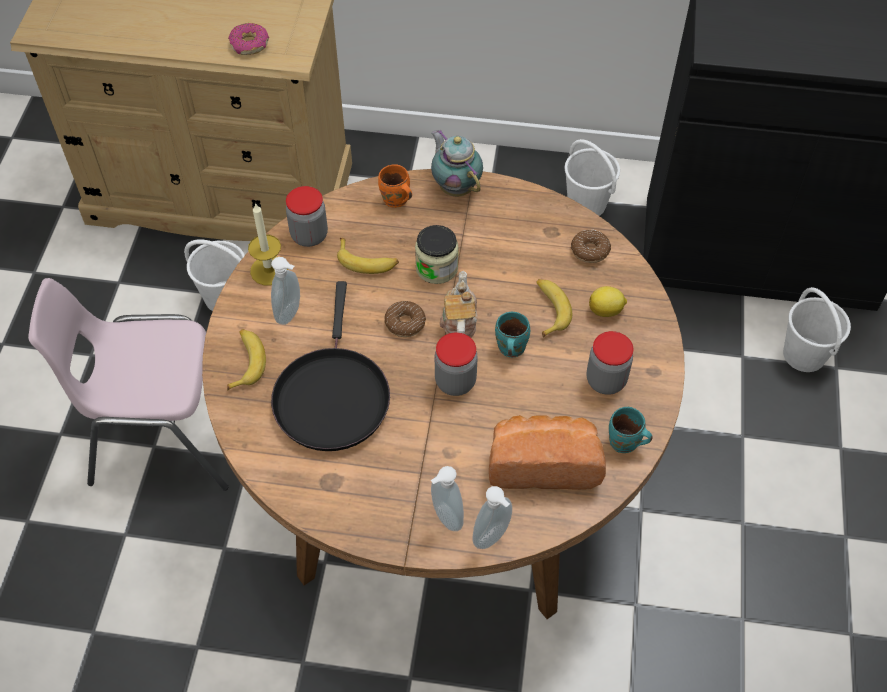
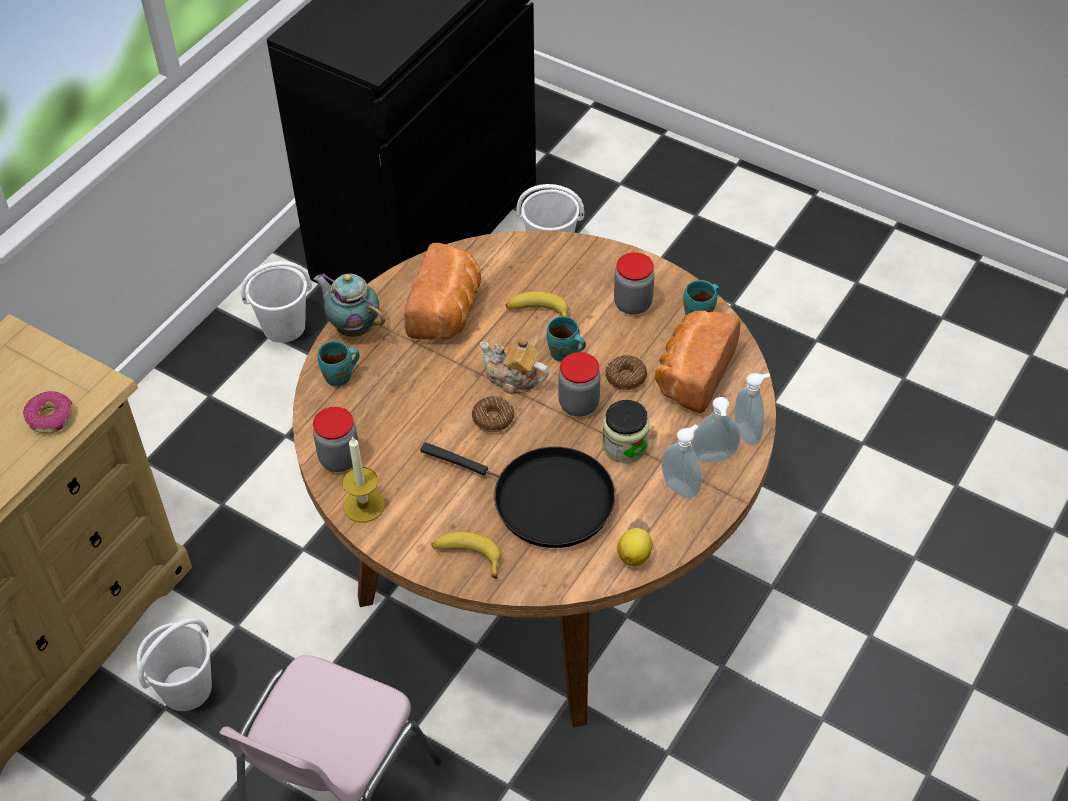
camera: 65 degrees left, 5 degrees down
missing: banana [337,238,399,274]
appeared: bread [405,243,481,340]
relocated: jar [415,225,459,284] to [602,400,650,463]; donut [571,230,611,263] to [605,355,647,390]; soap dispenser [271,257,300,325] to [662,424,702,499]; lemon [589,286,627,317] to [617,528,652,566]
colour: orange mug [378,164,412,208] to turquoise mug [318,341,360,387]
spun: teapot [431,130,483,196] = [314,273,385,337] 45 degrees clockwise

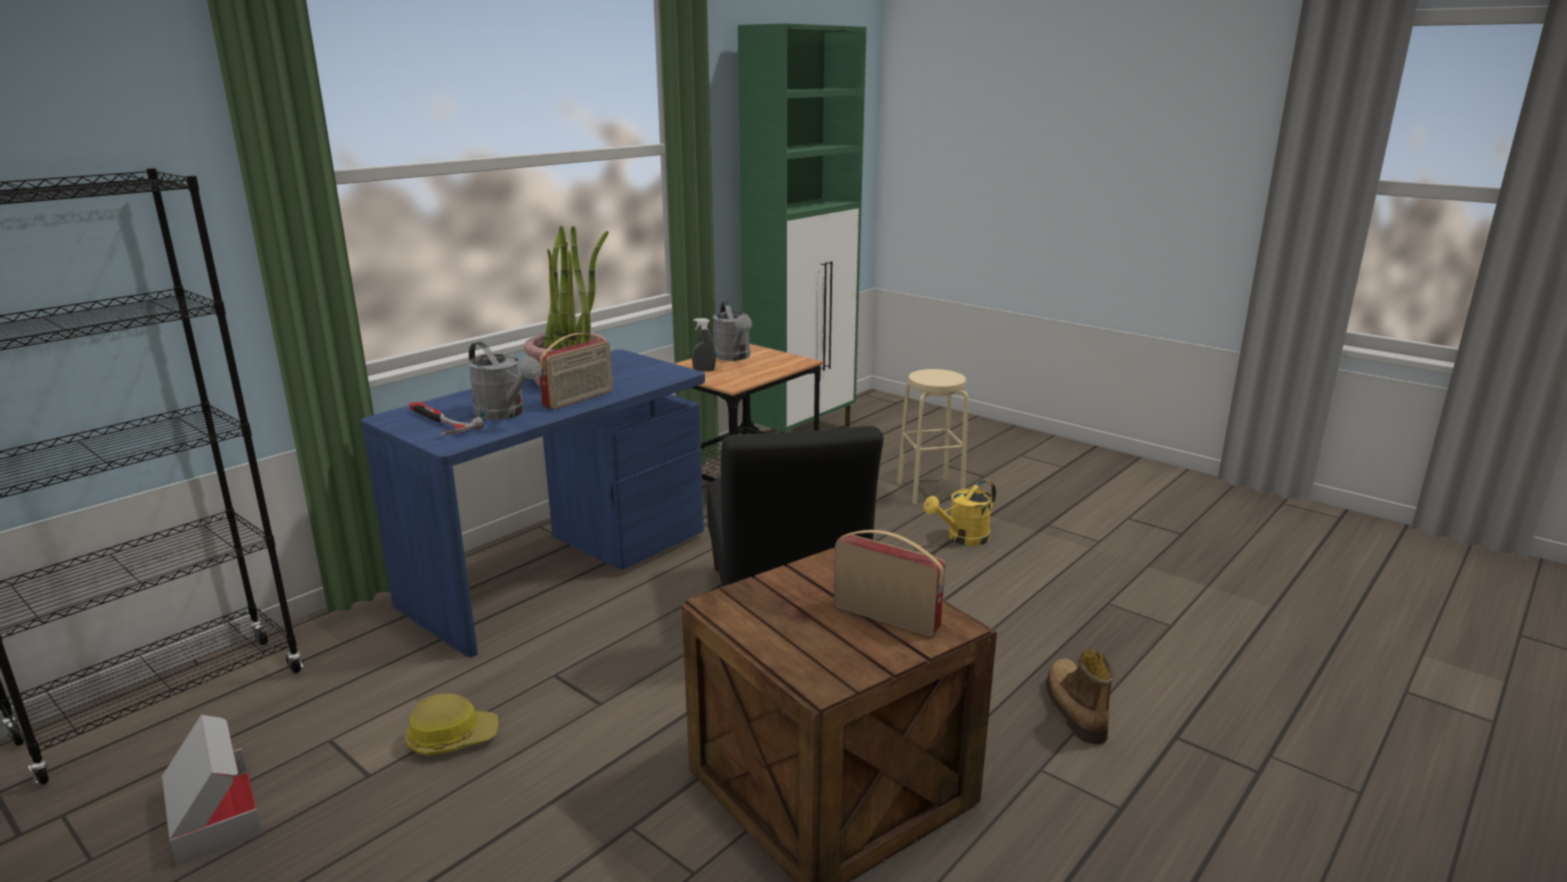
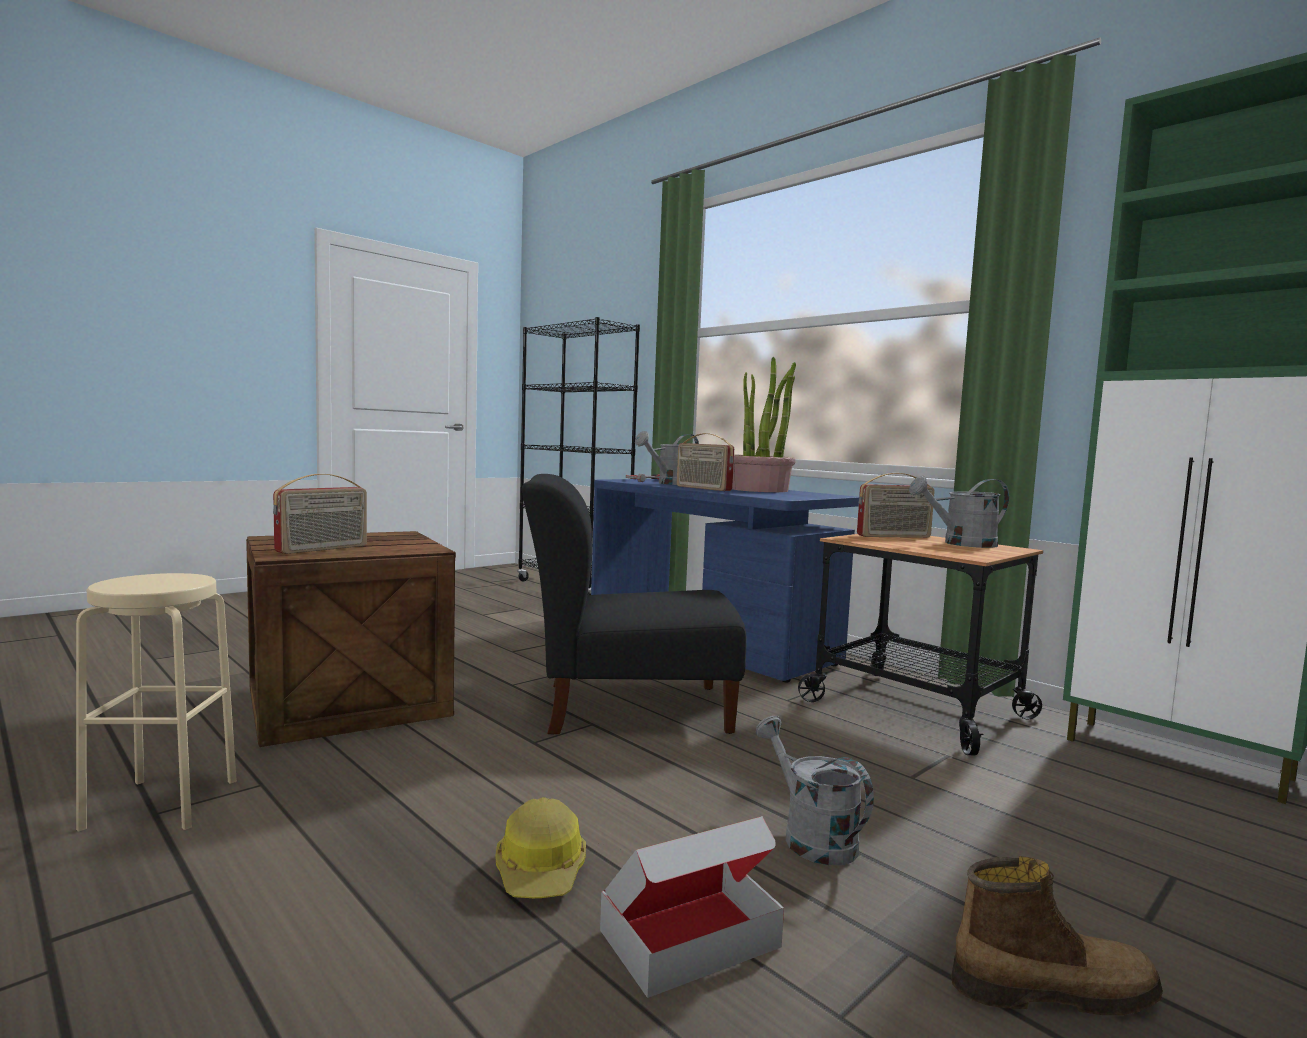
camera: 95 degrees right, 15 degrees down
relocated: beige stool [897,369,968,504] to [76,573,237,831]; boot [1046,649,1114,745] to [951,856,1163,1015]; hard hat [405,693,499,755] to [495,797,586,898]; cardboard box [162,715,262,866] to [600,816,784,998]
exchanged: grey spray bottle [692,318,716,372] to radio [857,473,935,538]
colour: yellow watering can [923,480,996,546] to grey watering can [756,716,874,865]

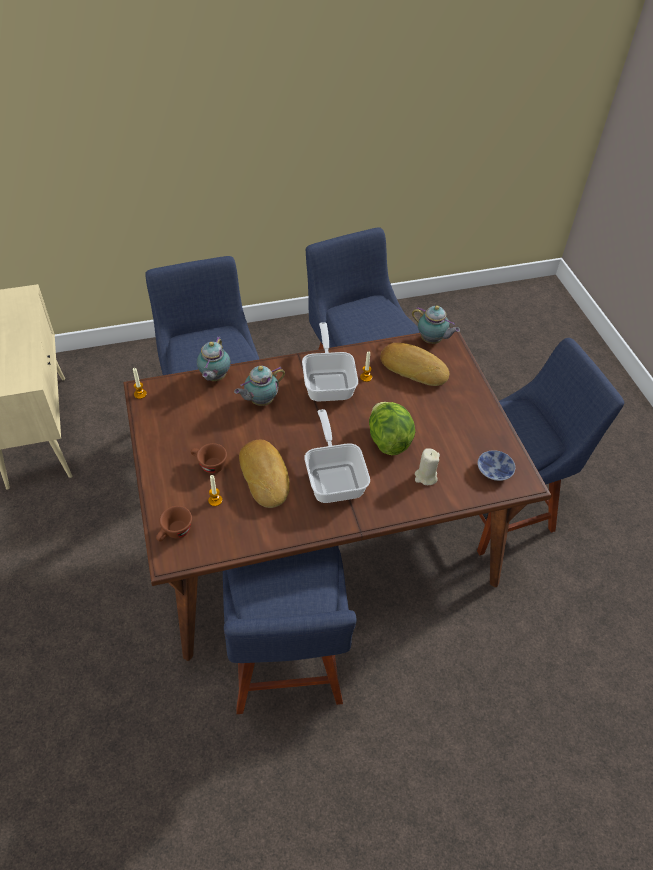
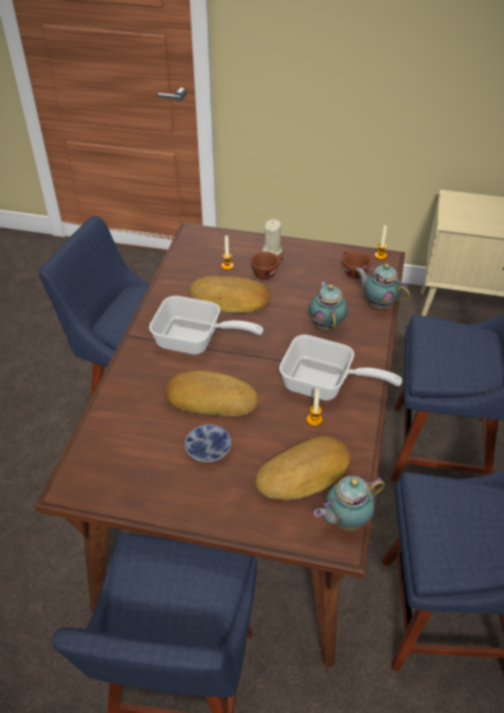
camera: 120 degrees right, 5 degrees down
relocated: beige candle [415,448,440,485] to [261,219,282,256]; bowl [477,450,515,481] to [185,424,231,462]; brown cup [156,506,192,541] to [343,251,372,279]
exchanged: lettuce [369,402,415,455] to bread [165,371,258,417]

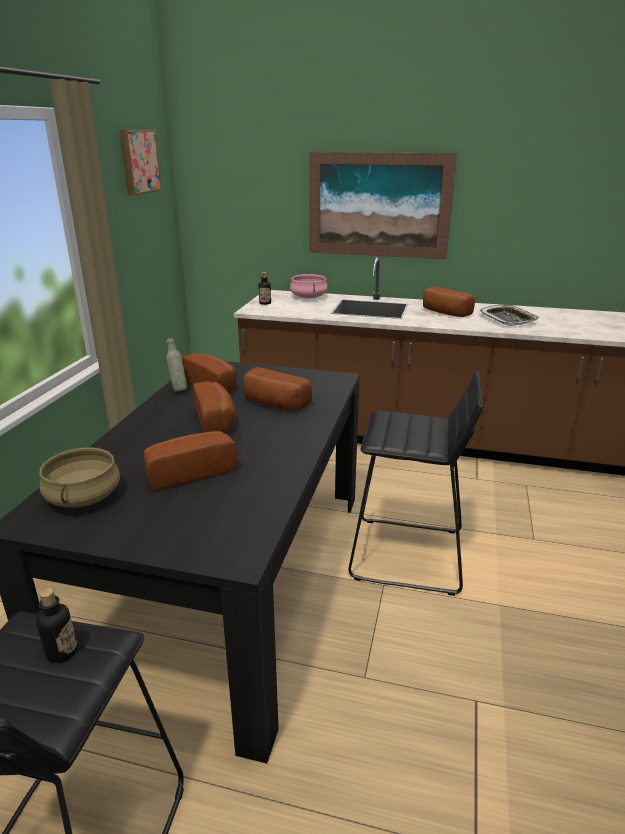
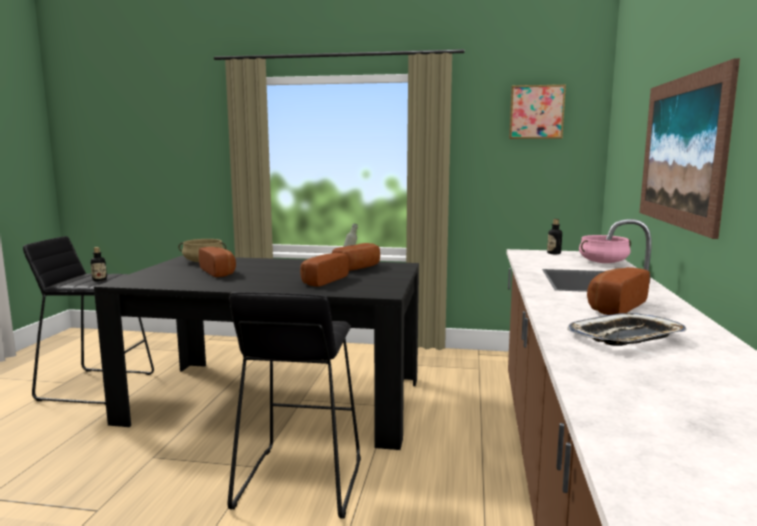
camera: 85 degrees right, 15 degrees down
missing: bread [193,381,235,433]

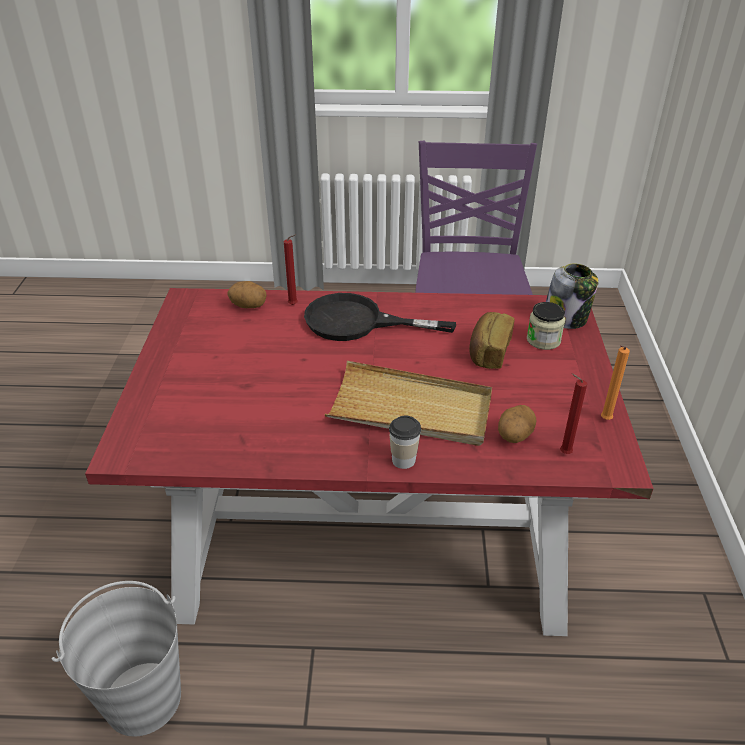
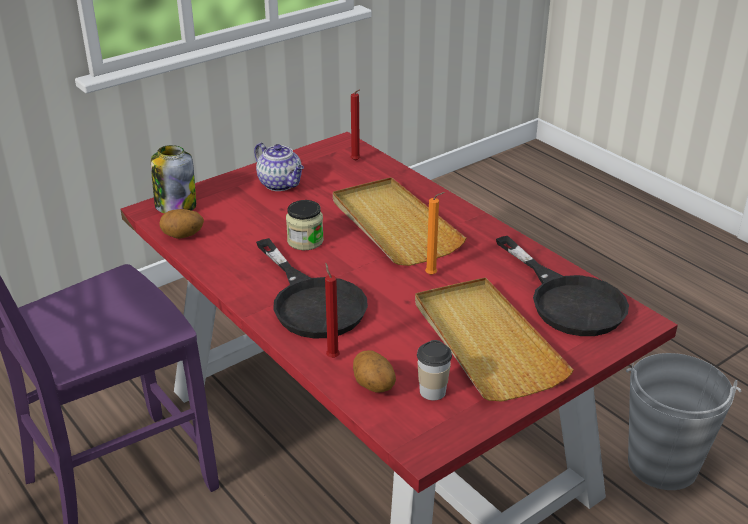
camera: 130 degrees left, 5 degrees down
missing: bread [469,312,515,369]
appeared: teapot [254,143,304,191]; black frying pan [496,236,629,336]; beige tray [415,277,574,402]
relocated: jar [527,302,565,350] to [286,200,324,250]; orange candle [601,345,630,420] to [425,192,445,275]; potato [498,405,537,443] to [159,209,204,239]; cup [389,416,421,469] to [417,340,452,400]

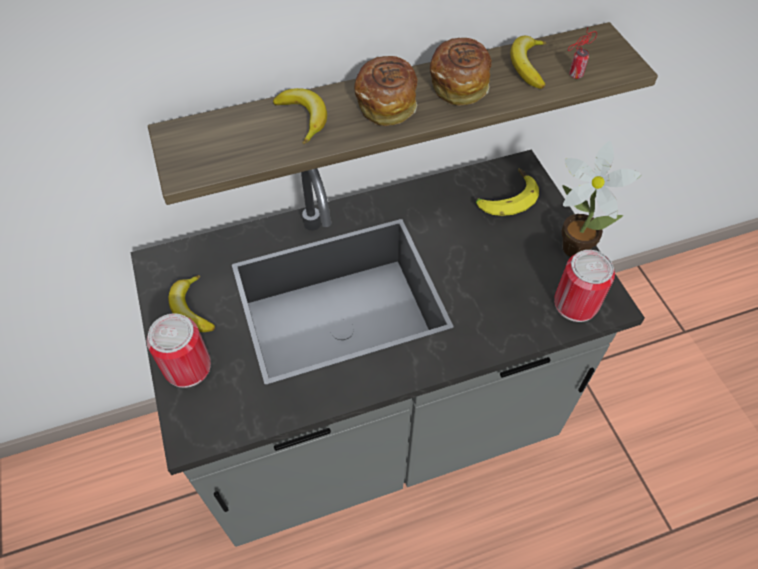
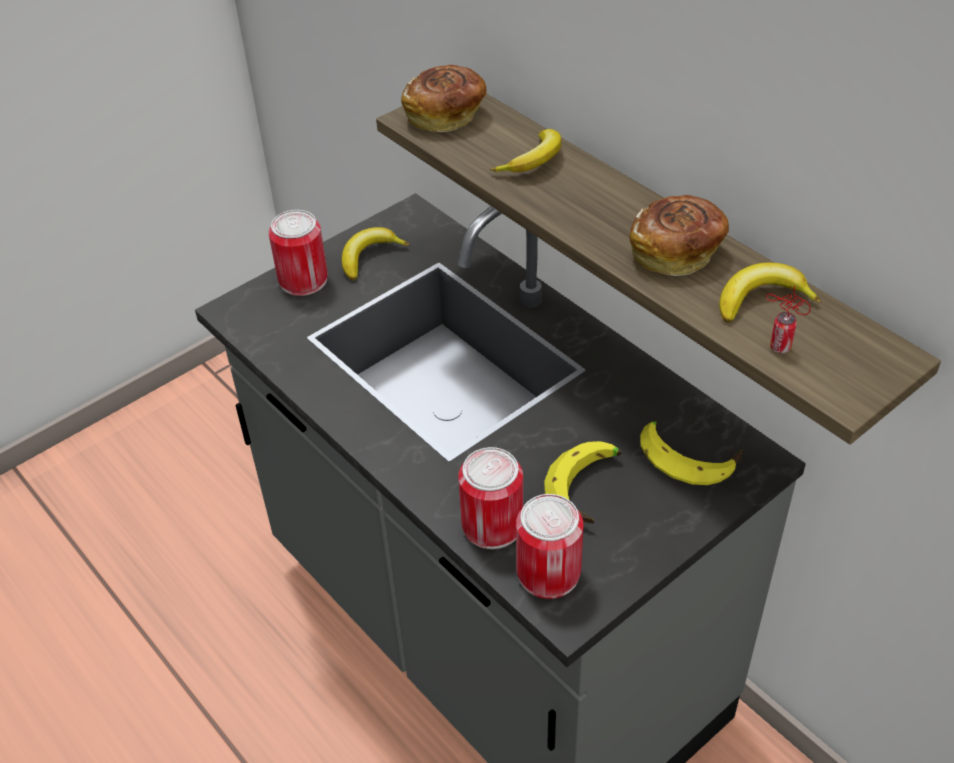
camera: 70 degrees right, 10 degrees down
missing: potted plant [561,141,642,257]
appeared: banana [544,441,621,523]; can [458,447,523,549]
relocated: bread [354,56,418,126] to [401,65,486,132]

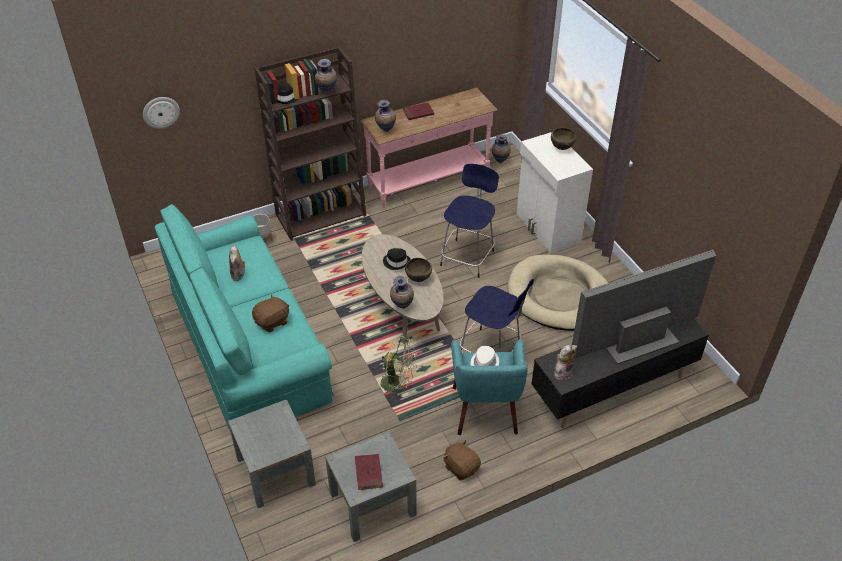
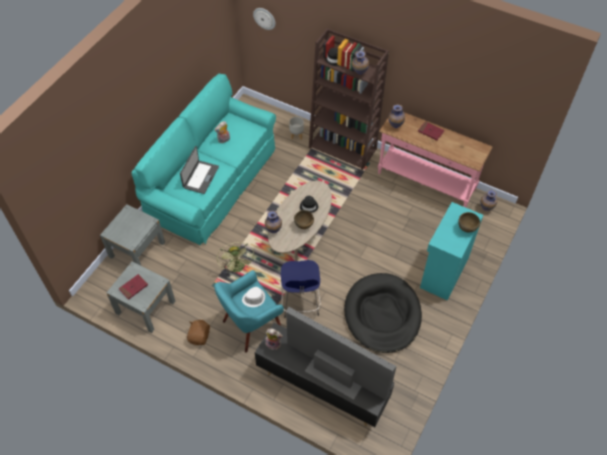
camera: 55 degrees right, 10 degrees up
missing: blue stool [440,164,499,278]
exchanged: brown plush toy [252,294,289,332] to laptop [180,146,219,194]
colour: white cabinet [517,132,593,254] to turquoise cabinet [420,202,483,301]; beige dog bed [508,254,609,331] to black dog bed [344,273,422,353]

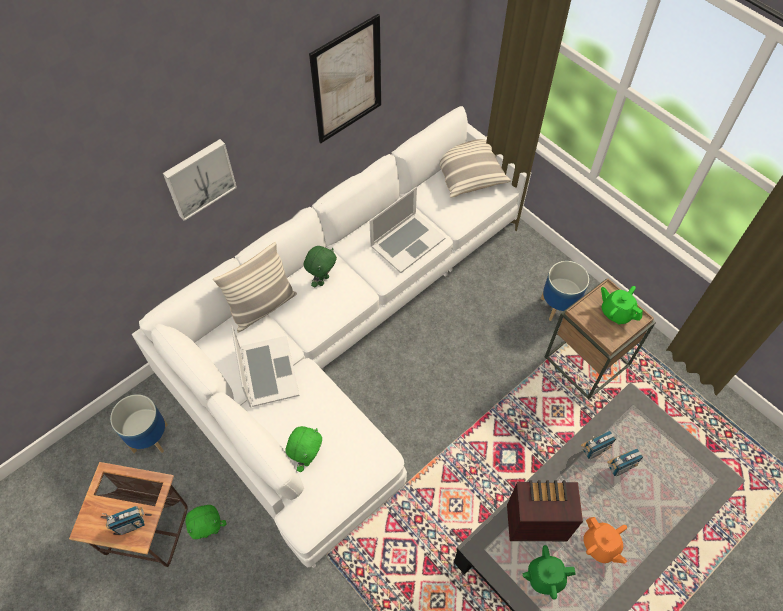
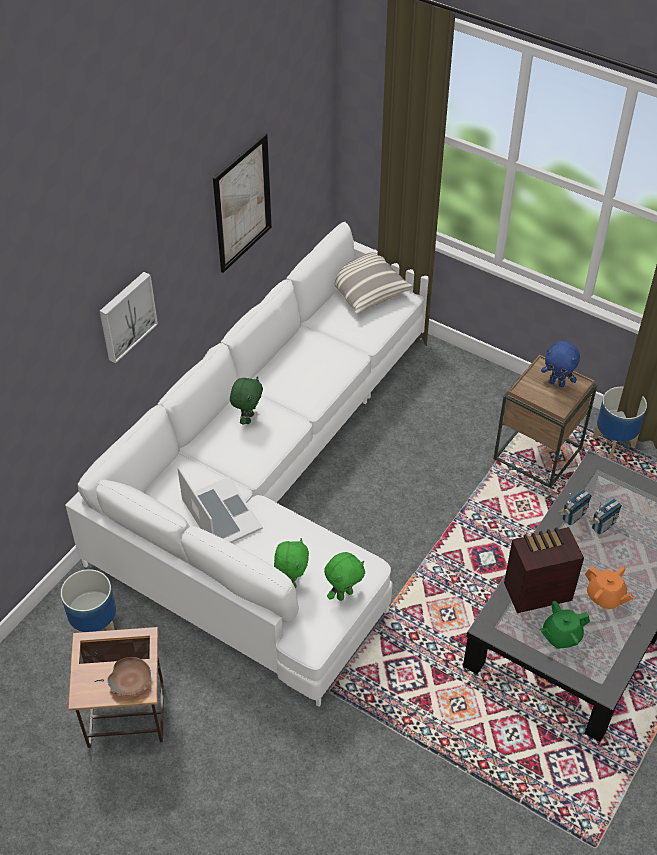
camera: 15 degrees left, 10 degrees down
missing: laptop [369,187,446,273]; pillow [213,242,297,333]
relocated: planter [541,261,589,321] to [593,387,647,458]; green plush toy [186,505,226,539] to [324,552,365,601]
exchanged: green teapot [601,286,643,324] to blue plush toy [541,341,580,387]; radio [102,506,145,535] to brown bowl [107,657,151,696]

